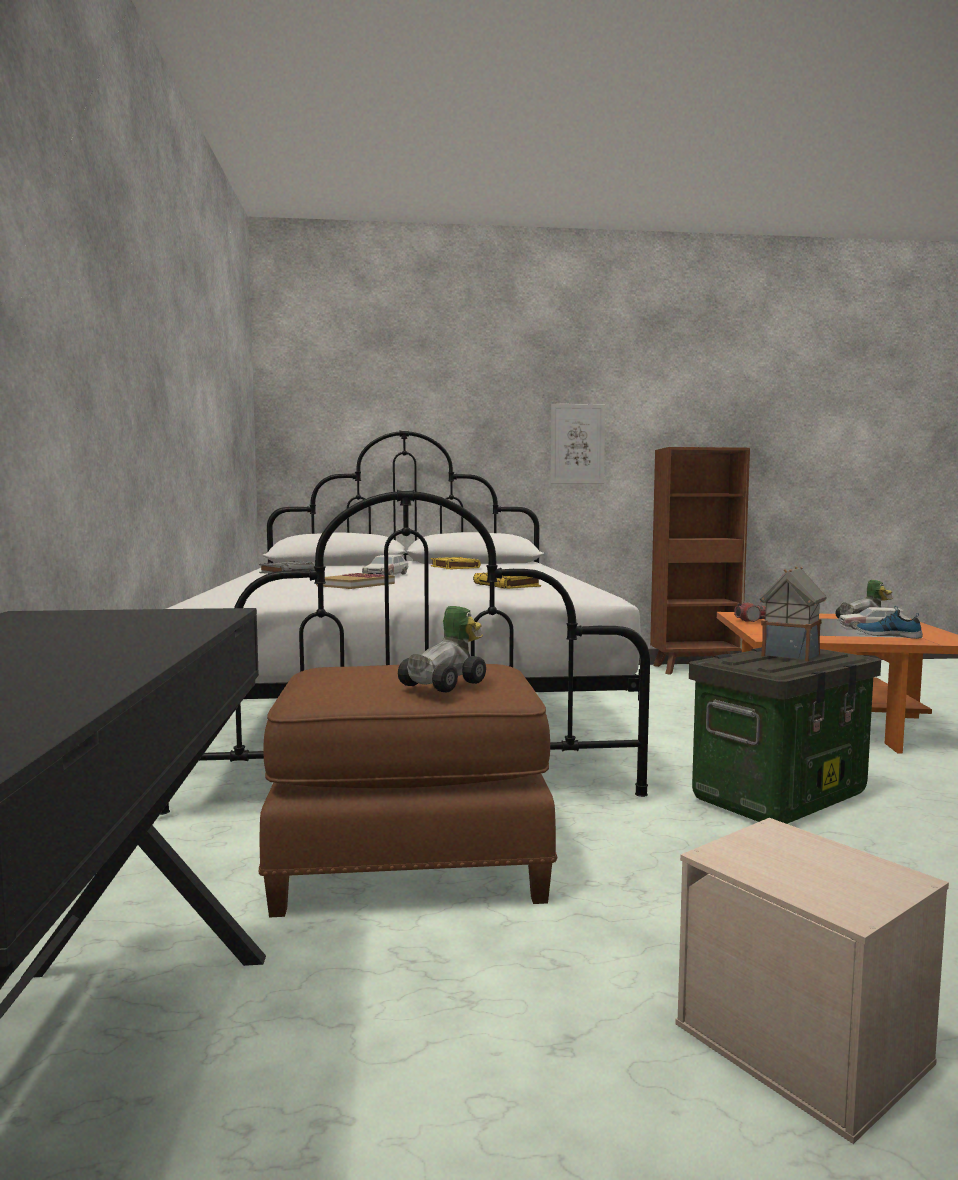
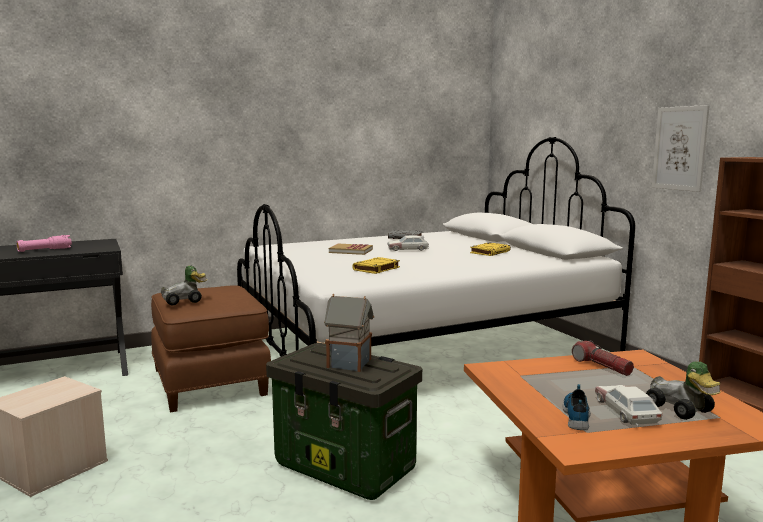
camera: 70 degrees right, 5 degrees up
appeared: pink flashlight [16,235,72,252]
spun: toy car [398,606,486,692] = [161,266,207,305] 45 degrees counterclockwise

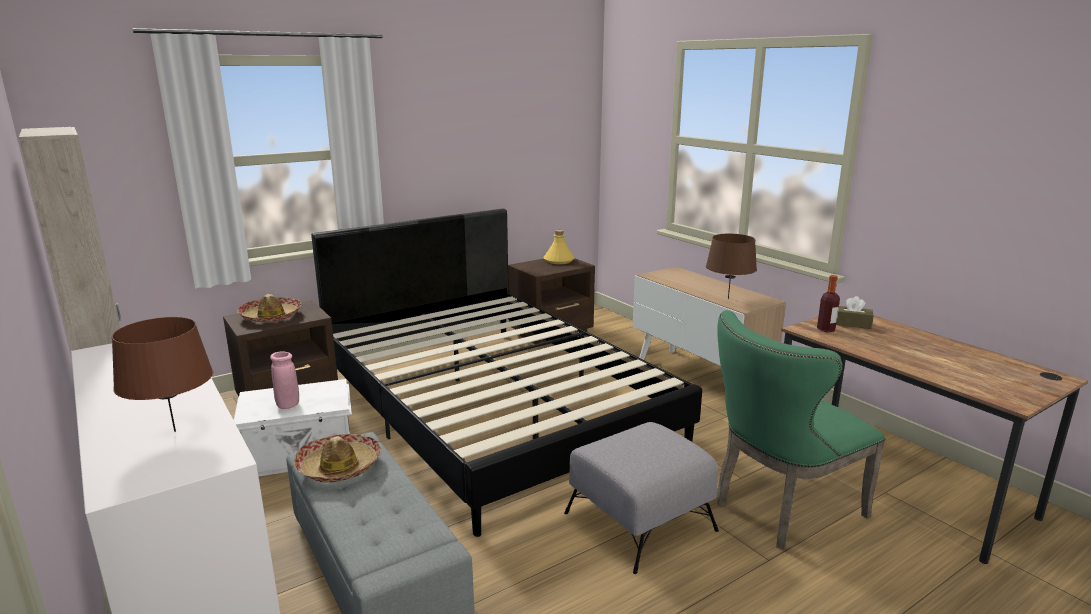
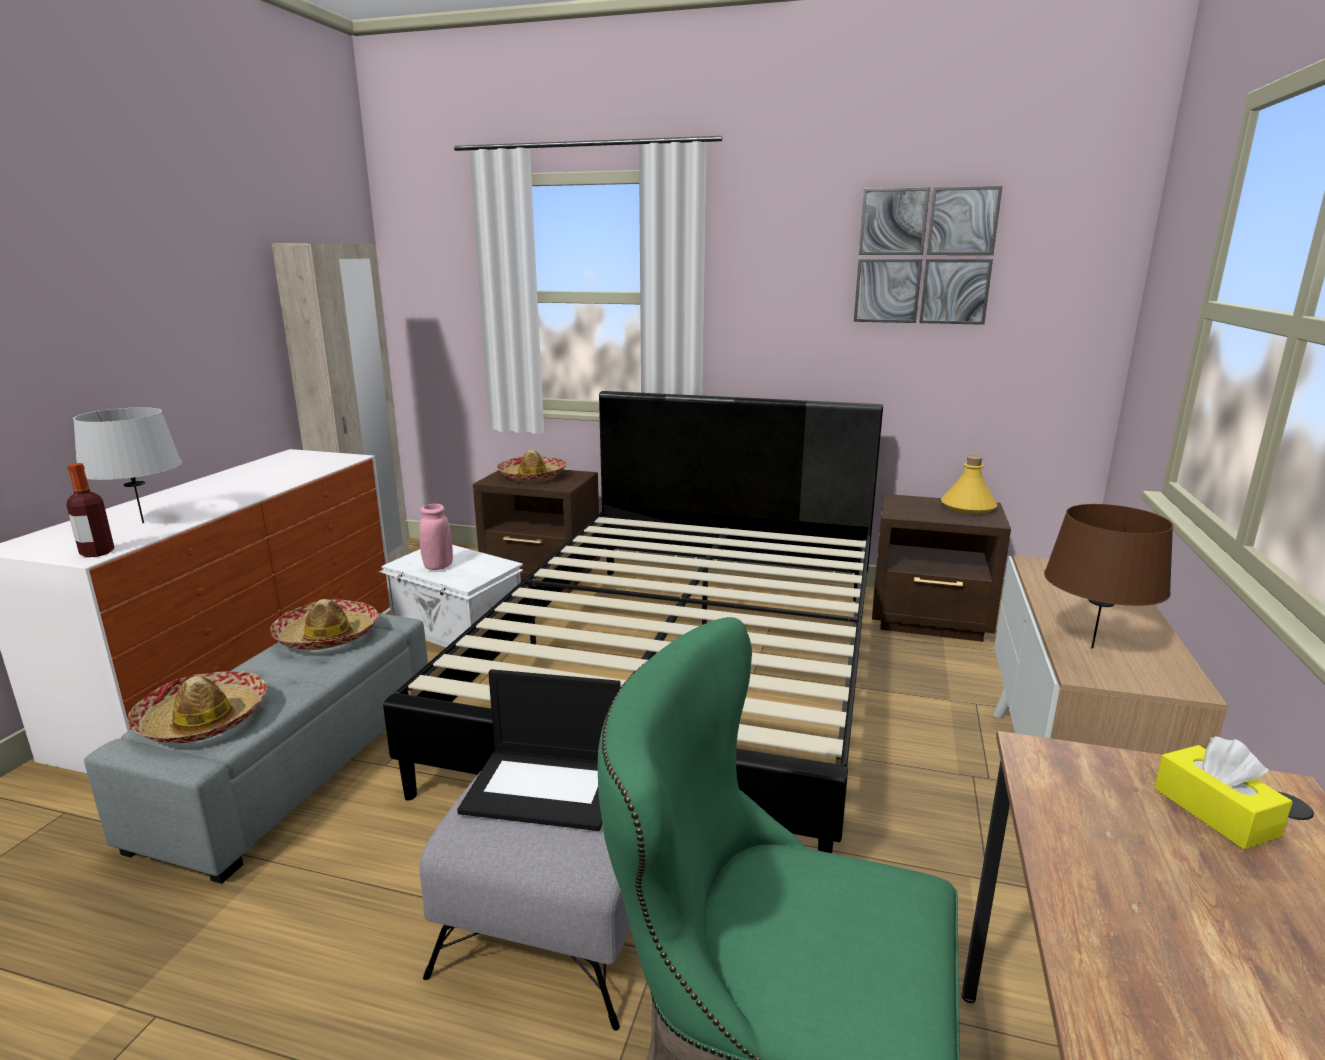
camera: 50 degrees right, 0 degrees up
appeared: picture [854,186,1002,325]; laptop [457,669,621,831]; hat [128,671,267,743]
relocated: bottle [817,275,840,332] to [66,463,115,557]
colour: brown tissue box [836,296,874,329] to yellow tissue box [1154,737,1293,849]; brown table lamp [111,317,213,432] to grey table lamp [73,407,182,523]

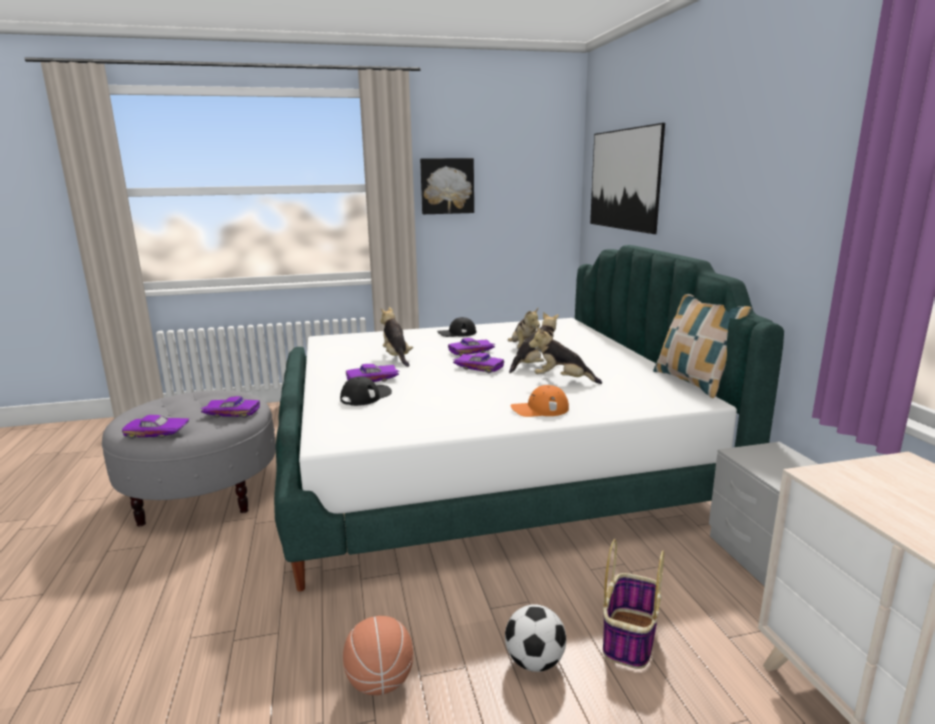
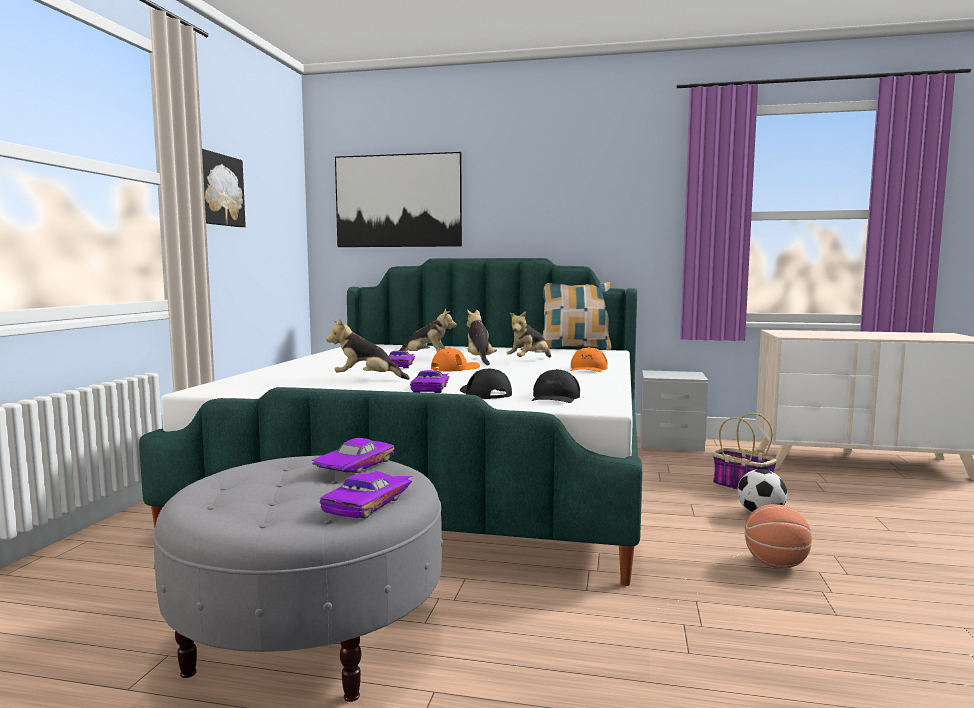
camera: 65 degrees left, 10 degrees down
relocated: black cap [437,317,476,337] to [532,369,580,403]
exchanged: purple toy car [453,353,504,373] to orange cap [431,348,480,371]

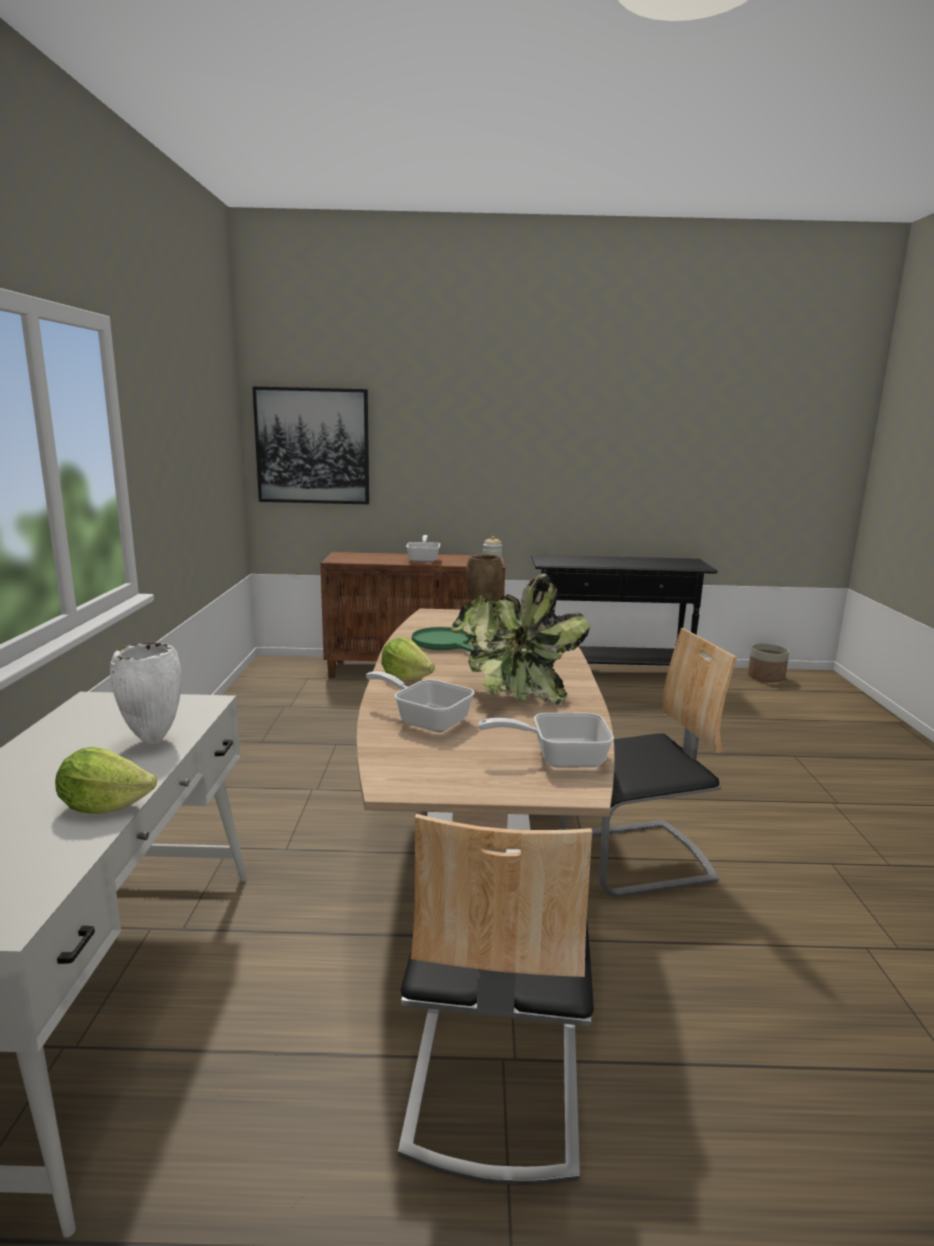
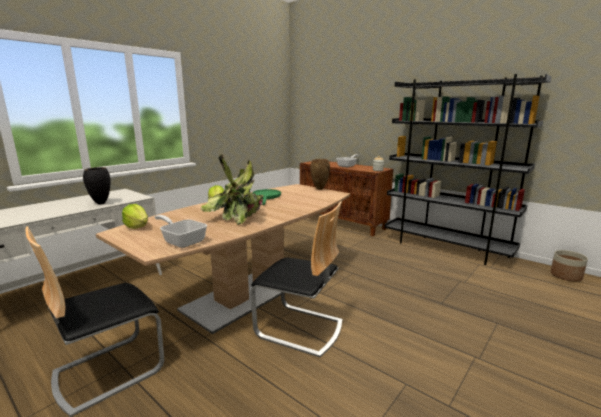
camera: 40 degrees right, 0 degrees up
missing: picture [252,387,369,504]; frying pan [366,671,474,732]
relocated: lettuce [55,747,157,814] to [122,204,148,229]
exchanged: black console table [531,555,718,666] to black bookcase [385,74,552,265]
colour: white vase [110,643,182,745] to black vase [83,167,111,204]

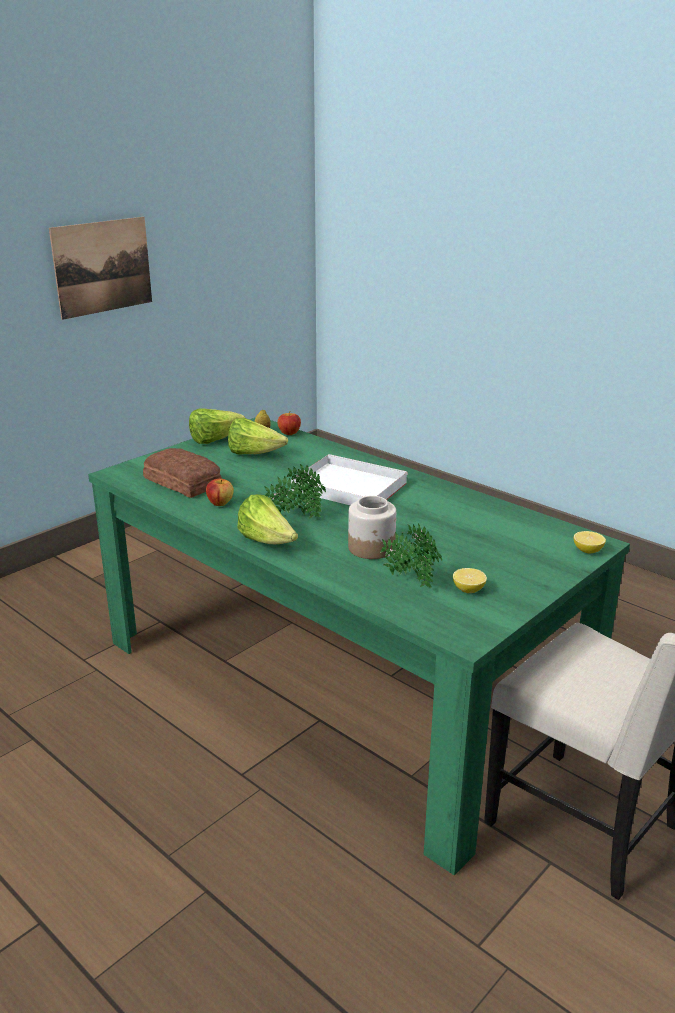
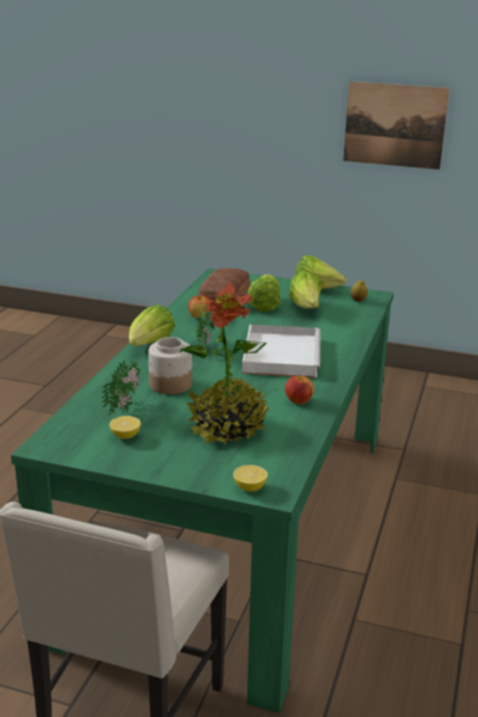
camera: 65 degrees right, 0 degrees up
appeared: lettuce [248,274,281,312]; potted plant [180,282,268,444]
relocated: apple [277,411,301,435] to [285,376,314,404]

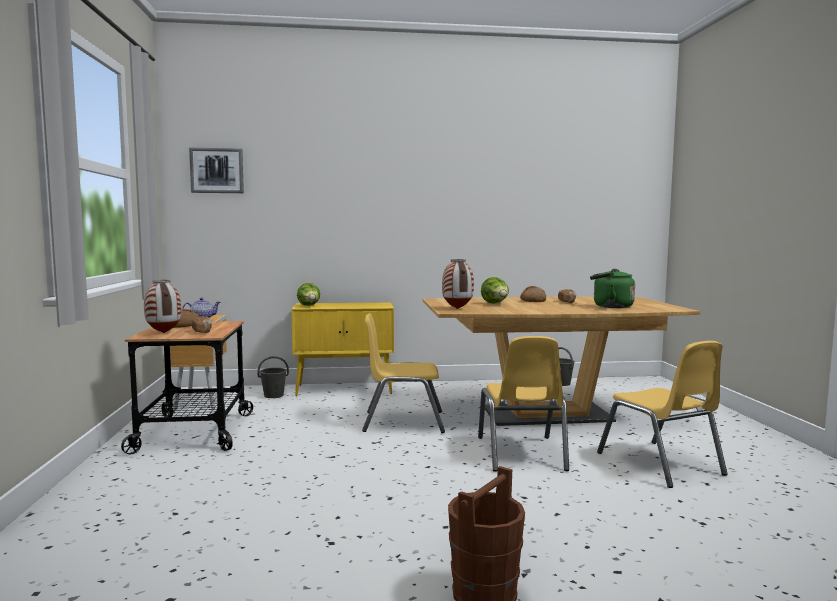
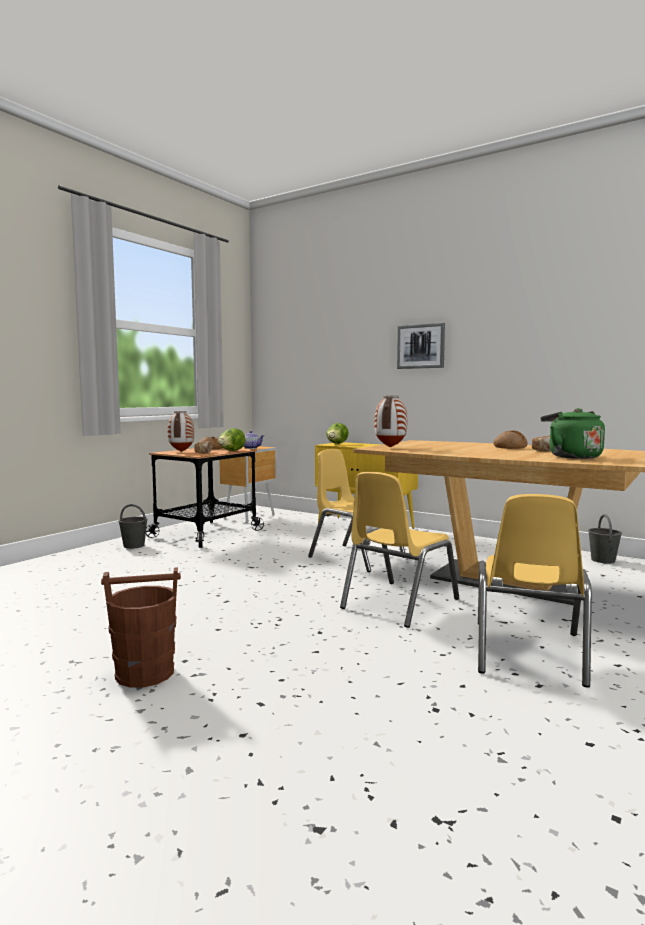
camera: 40 degrees right, 0 degrees up
relocated: picture [189,148,244,193] to [397,323,445,369]; lettuce [481,277,509,303] to [218,428,245,451]; grey bucket [257,356,289,398] to [118,504,148,549]

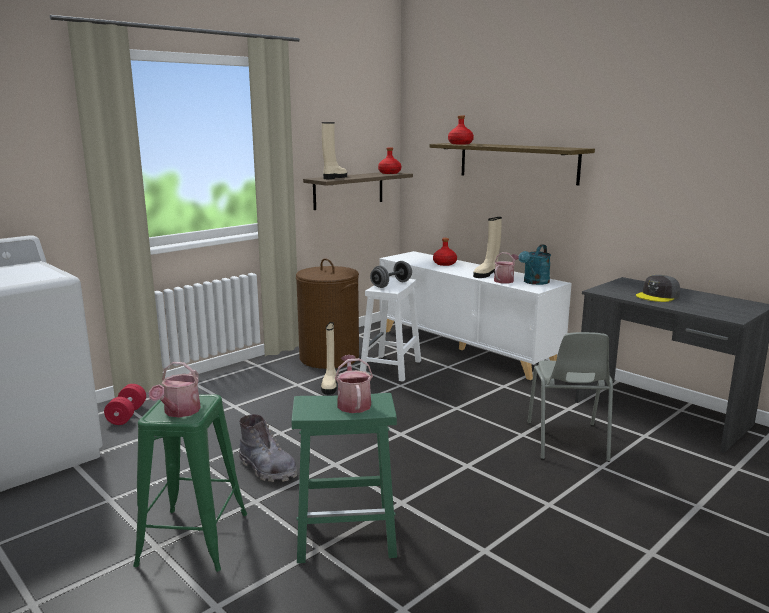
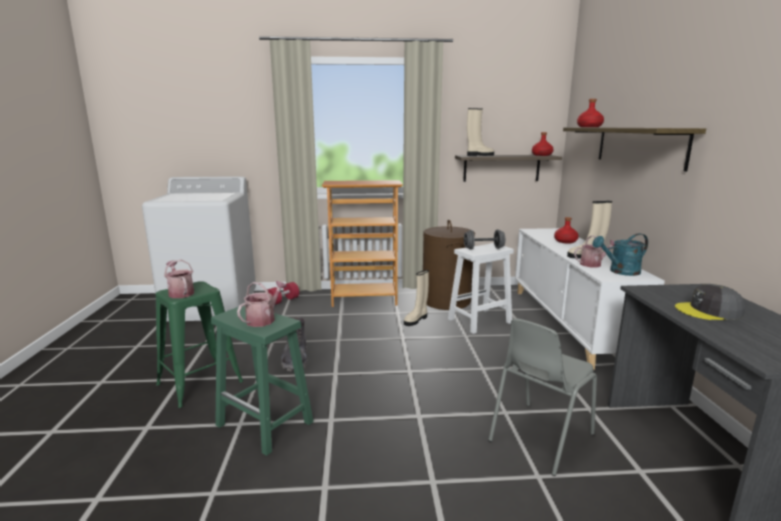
camera: 40 degrees right, 0 degrees up
appeared: bookcase [322,180,403,307]
spun: watering can [149,362,201,417] = [164,260,194,298] 90 degrees clockwise

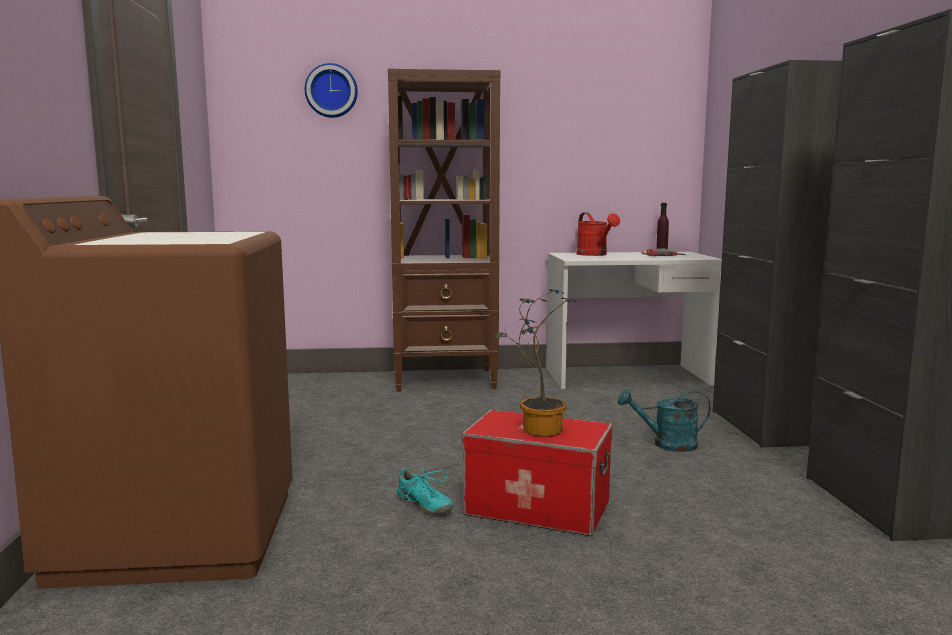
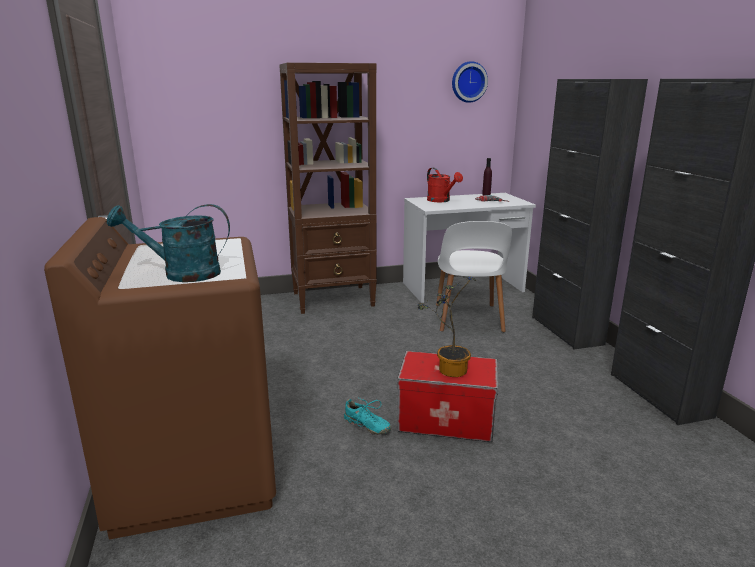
camera: 10 degrees left, 10 degrees up
appeared: white chair [436,221,512,332]
relocated: wall clock [305,63,358,118] to [452,61,488,103]; turquoise watering can [618,389,711,452] to [107,204,230,282]

